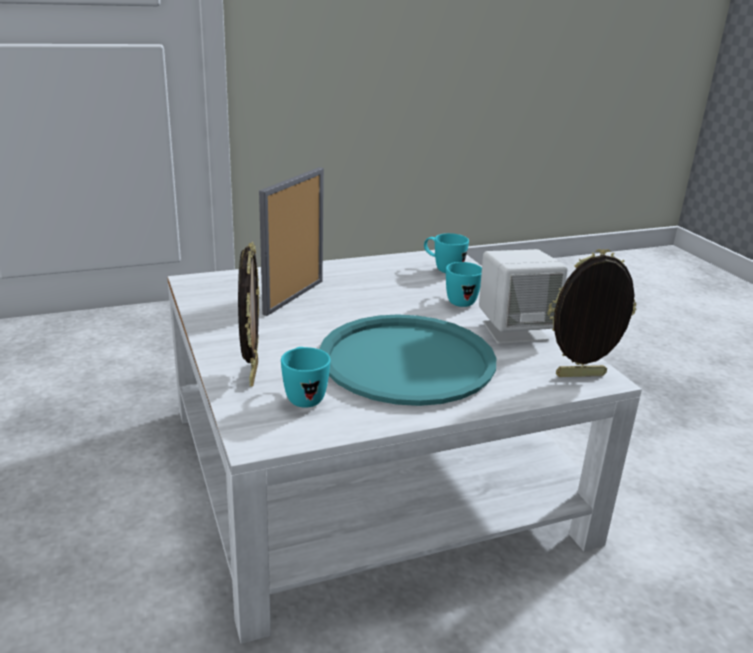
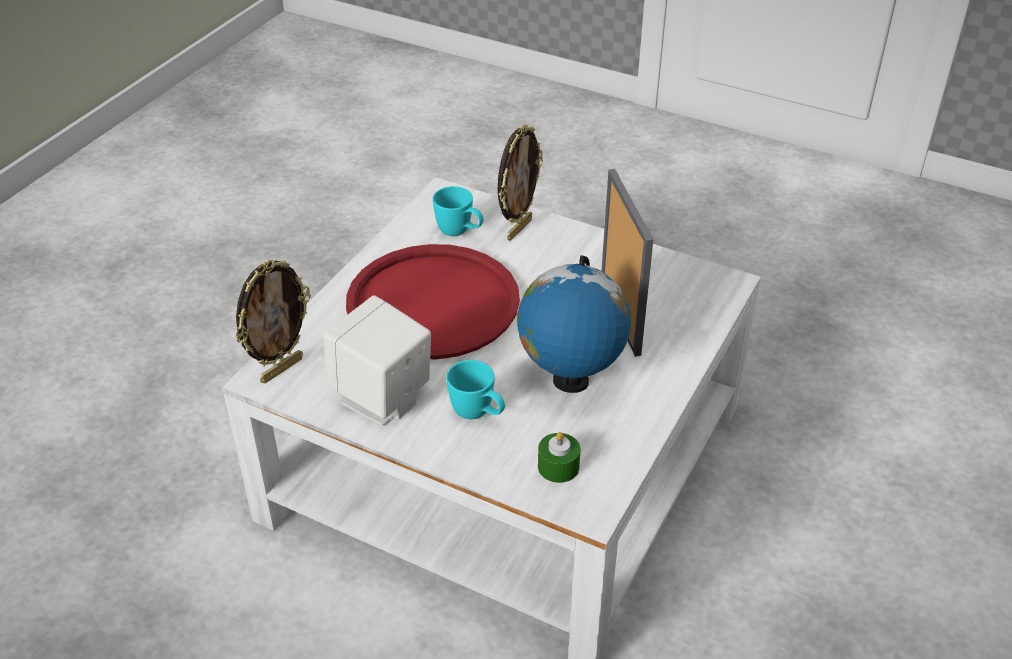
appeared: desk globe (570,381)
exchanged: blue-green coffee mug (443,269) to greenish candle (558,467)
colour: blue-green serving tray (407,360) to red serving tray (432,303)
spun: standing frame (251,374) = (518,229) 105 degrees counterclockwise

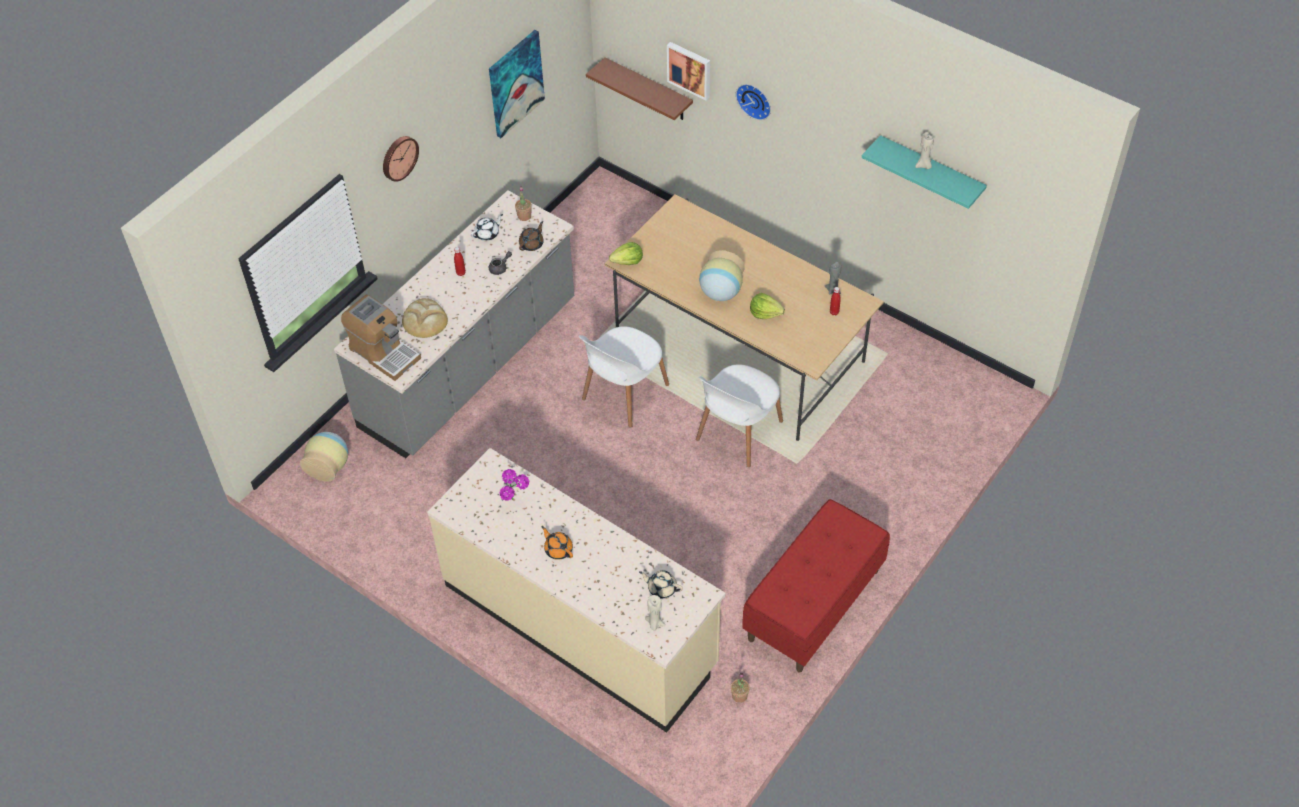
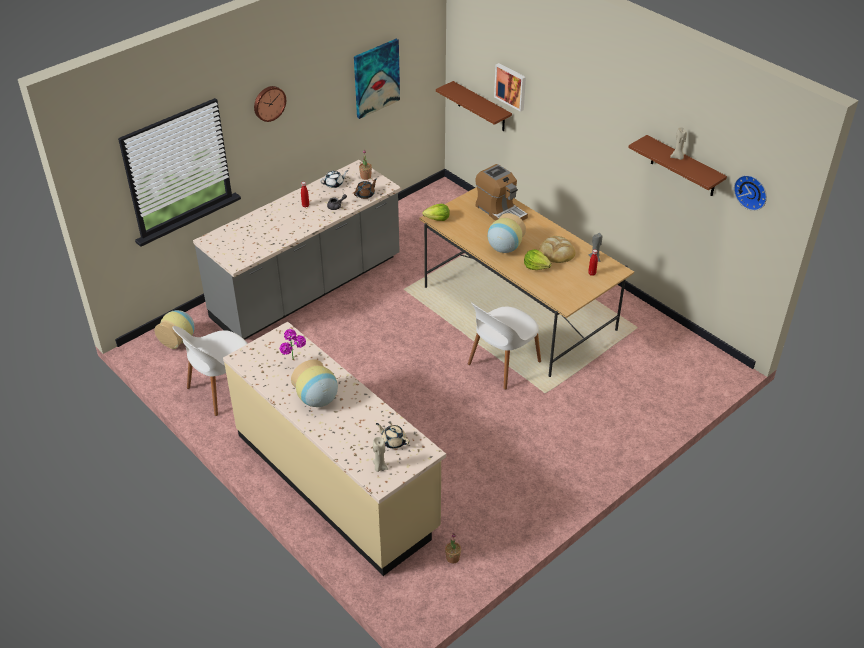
missing: red long seat (814,605)
relocated: coffee machine (384,353) to (500,211); bread (425,320) to (557,252); white-coloured upright chair (624,394) to (222,389); clock on the wall (755,100) to (752,191)
exchanged: orange teapot (558,549) to flower vase (317,400)
colour: blue-green shelf (930,172) to brown-coloured shelf (683,167)

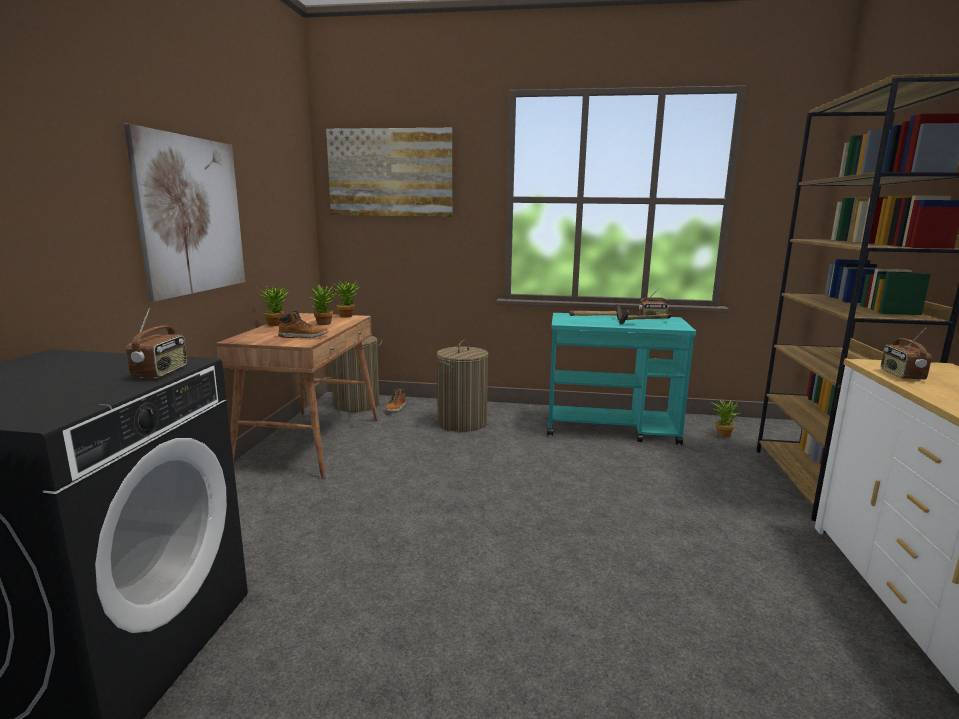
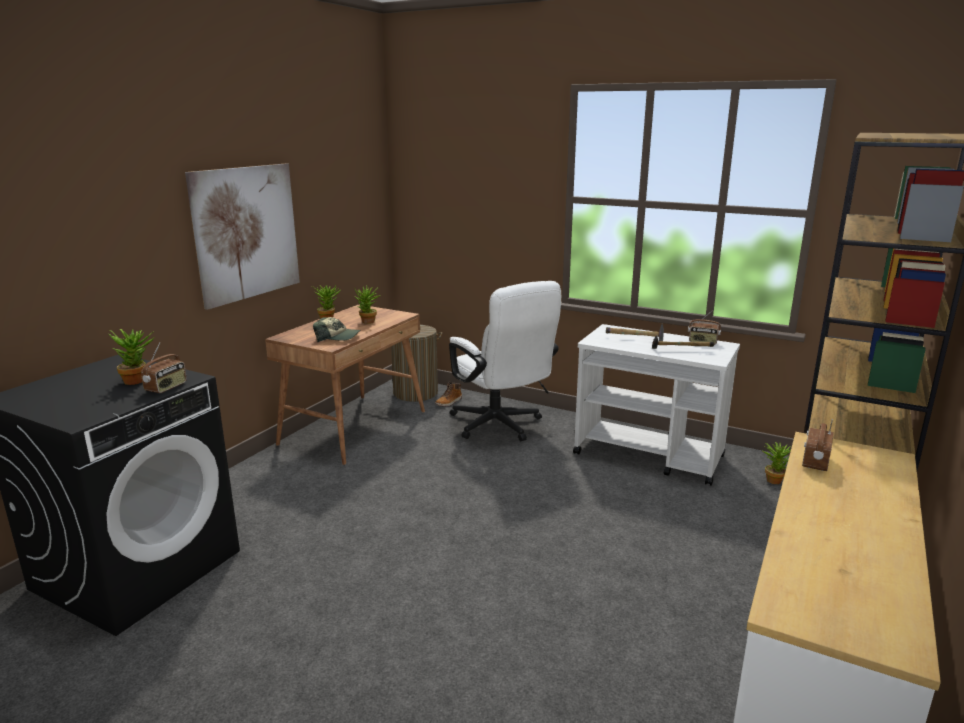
missing: picture (390,173)
relocated: potted plant (347,316) to (138,380)
exchanged: high-top boot (303,336) to cap (337,337); washing basket (462,422) to white-coloured computer chair (500,426)
colour: blue-green cart (612,429) to white-coloured cart (649,455)

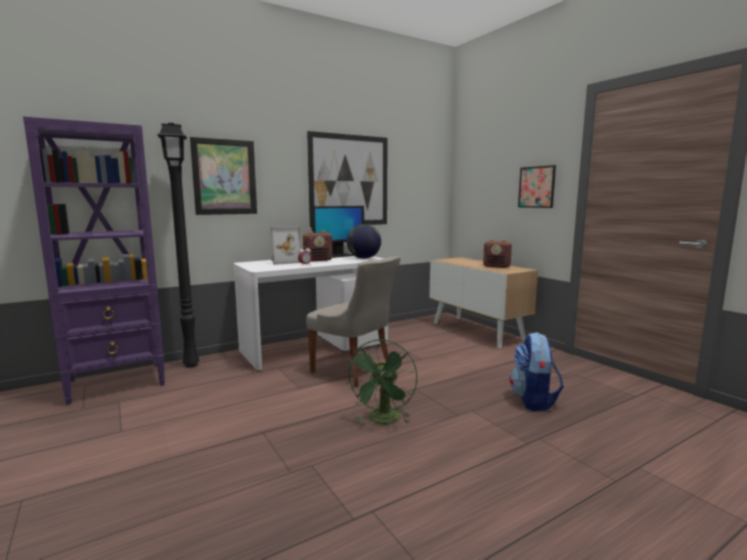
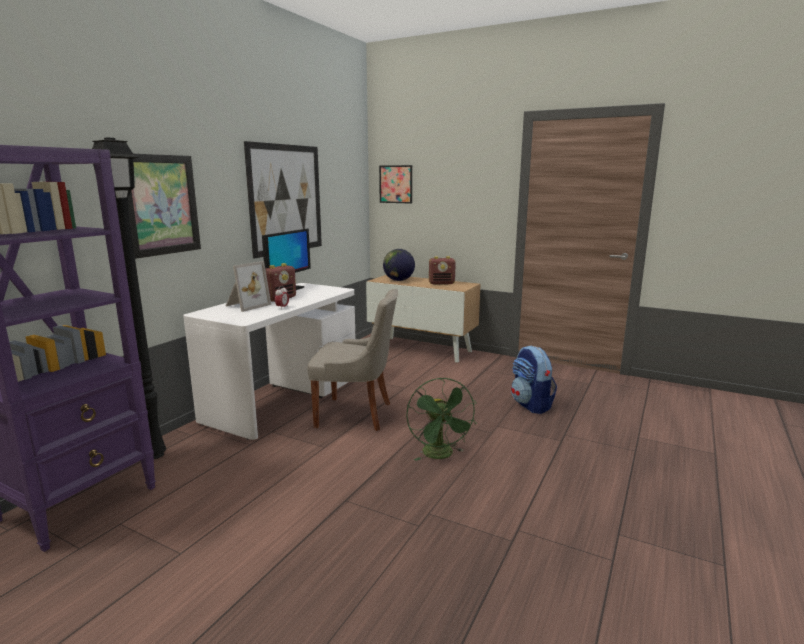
relocated: desk globe (363,258) to (398,280); picture (536,187) to (396,184)

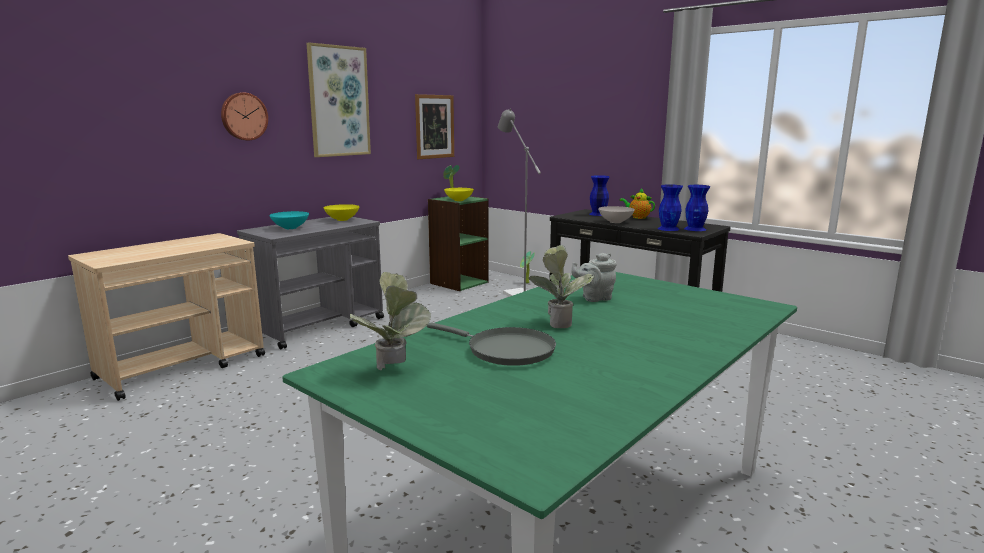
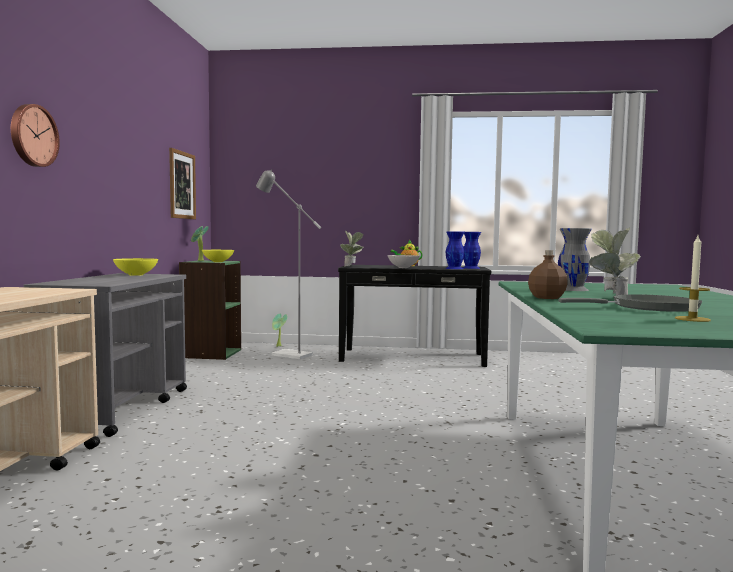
missing: blue-green deep dish (291,228); picture (339,101); blue-coloured flower vase (598,214)
appeared: brown-coloured bottle (546,297); candle (692,319)
relocated: potted plant (395,370) to (352,266)
exchanged: greyish teapot (594,298) to greyish flower vase (573,289)

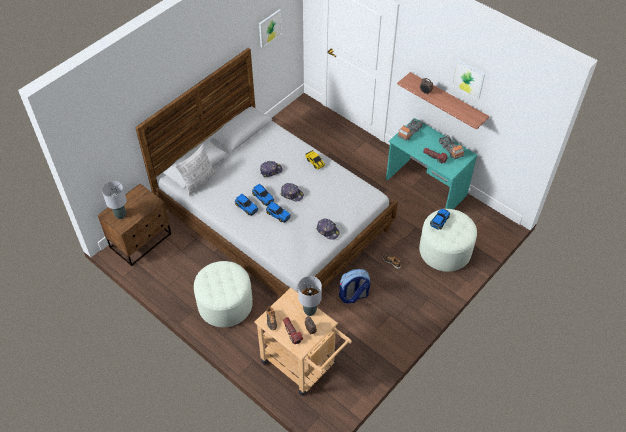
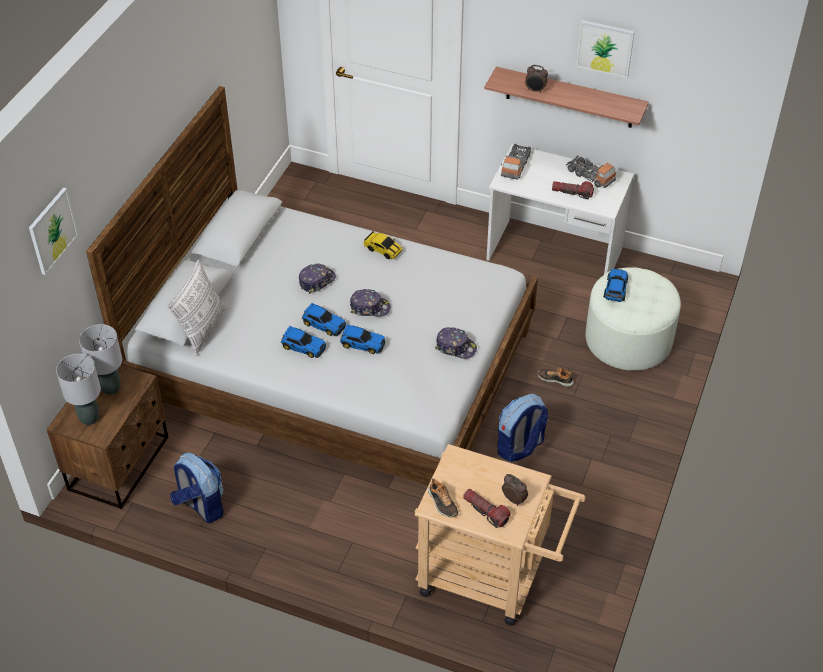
missing: white-coloured footrest (225,304)
appeared: backpack (200,506)
relocated: picture (270,28) to (52,230); greyish table lamp (310,311) to (111,388)
colour: blue-green desk (425,188) to white-coloured desk (554,256)

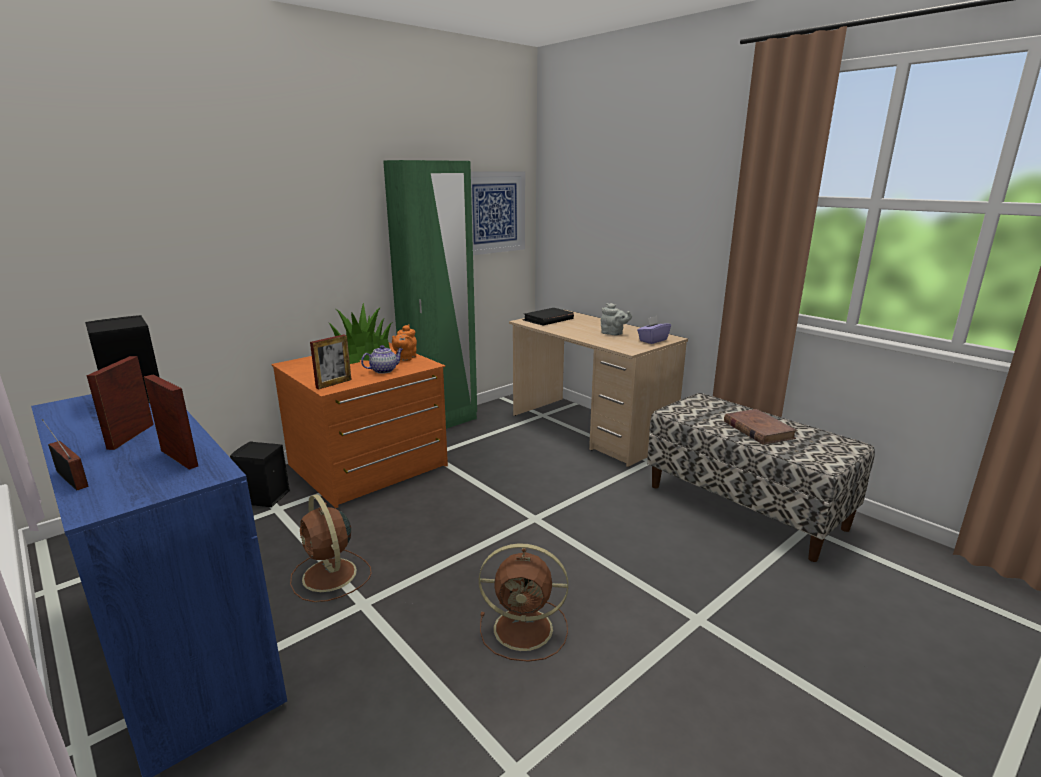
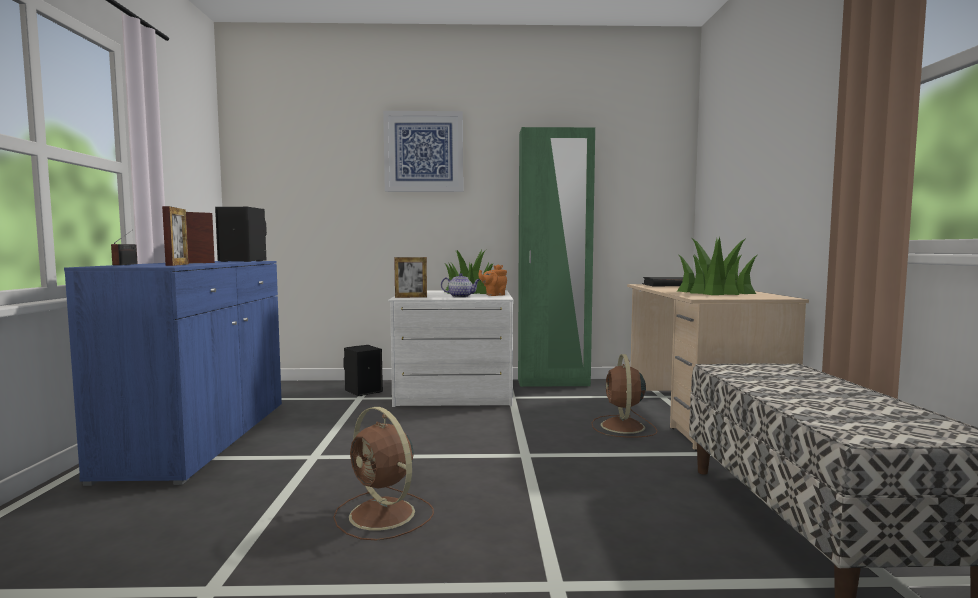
missing: purple-coloured box of tissues (652,340); brown-coloured bound book (758,430)
relocated: brown-coloured cooling fan (330,576) to (623,427); picture (493,212) to (423,152)
exchanged: greyish teapot (613,334) to potted plant (716,292)
colour: orange drawer chest (369,466) to white-coloured drawer chest (454,392)

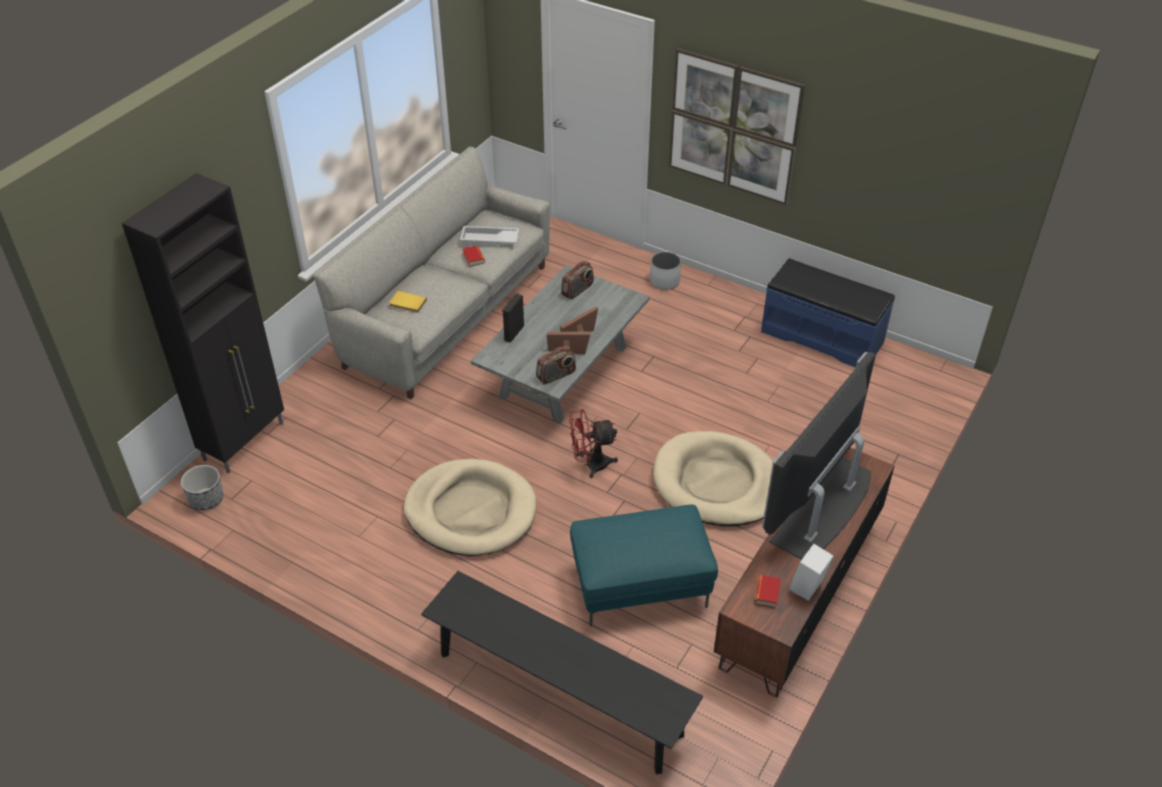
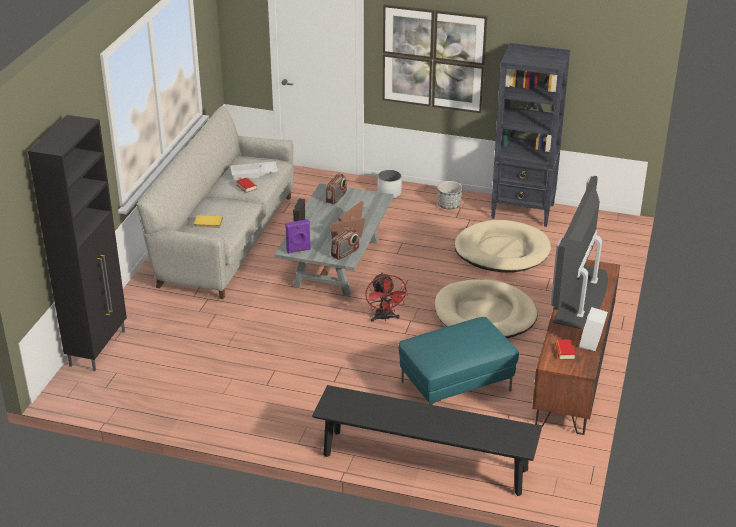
appeared: purple-coloured loudspeaker (298,250)
relocated: flower pot (207,499) to (449,205); sand-coloured dog cushion (471,511) to (502,251)
exchanged: blue-coloured long seat (822,336) to blackish bookcase (523,212)
spun: red cooling fan (590,464) = (384,318) 75 degrees counterclockwise

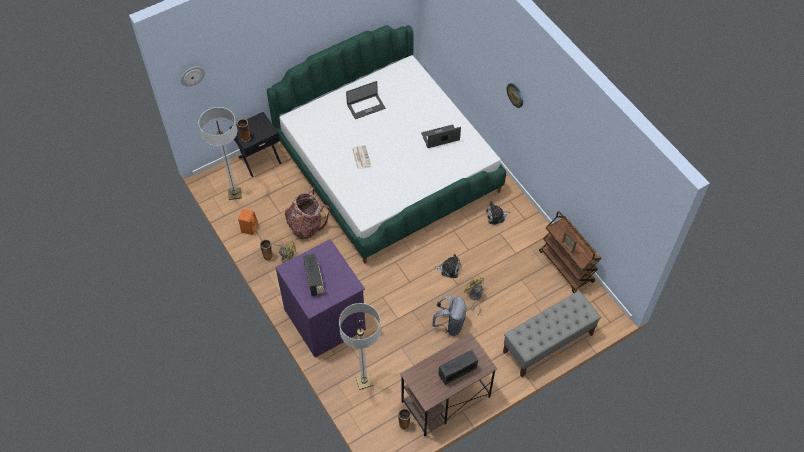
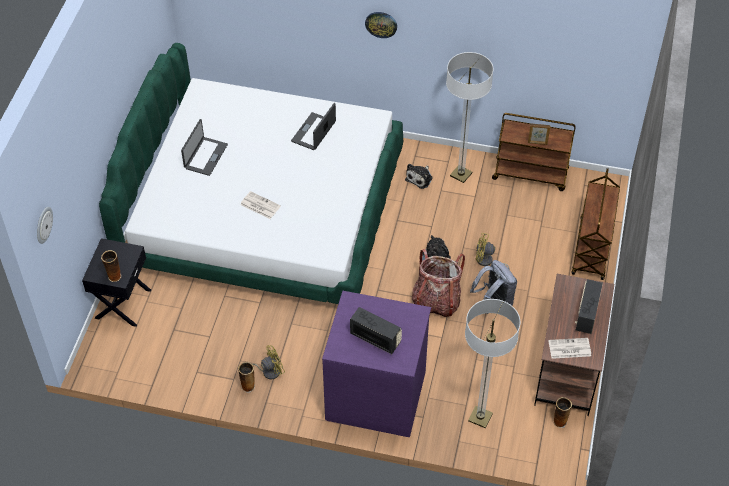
missing: orange loudspeaker (249,227)
appeared: newspaper (569,349)
relocated: standard lamp (234,194) to (461,174); backpack (306,225) to (436,301)
exchanged: greyish long seat (547,343) to brown-coloured cart (592,250)

